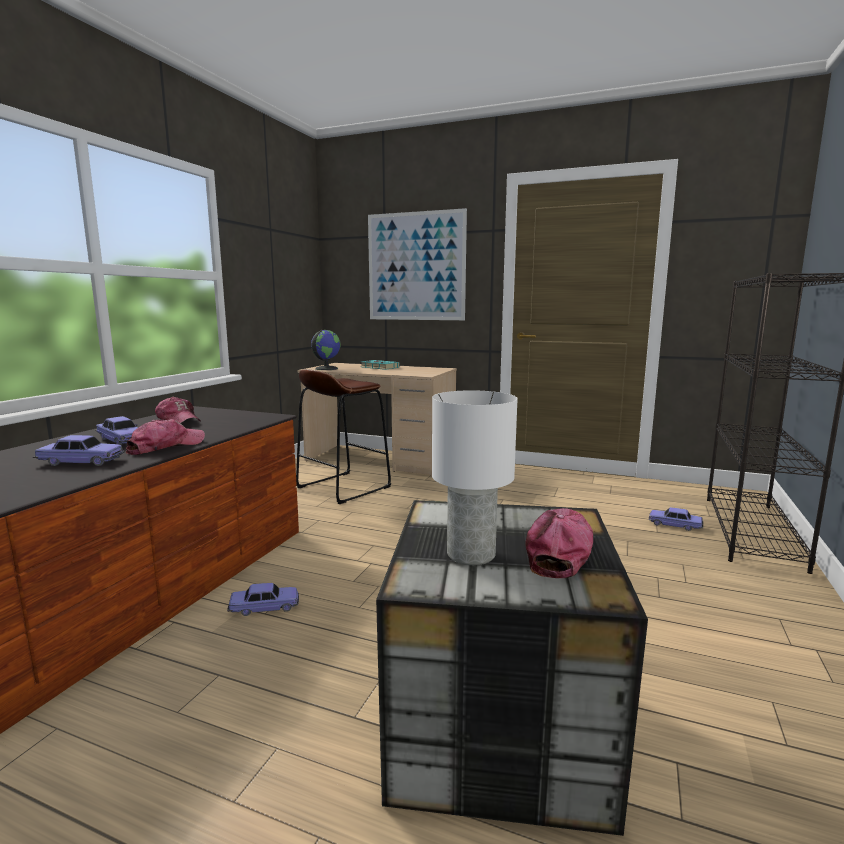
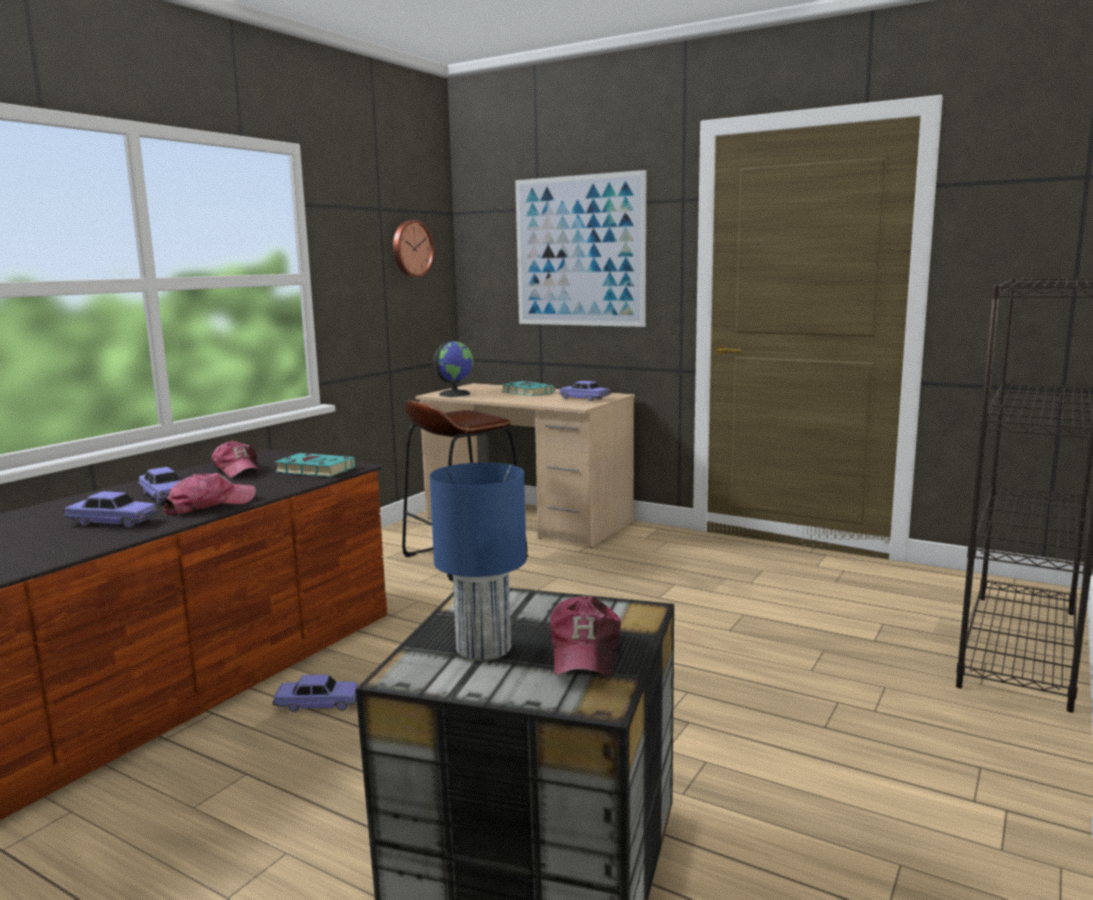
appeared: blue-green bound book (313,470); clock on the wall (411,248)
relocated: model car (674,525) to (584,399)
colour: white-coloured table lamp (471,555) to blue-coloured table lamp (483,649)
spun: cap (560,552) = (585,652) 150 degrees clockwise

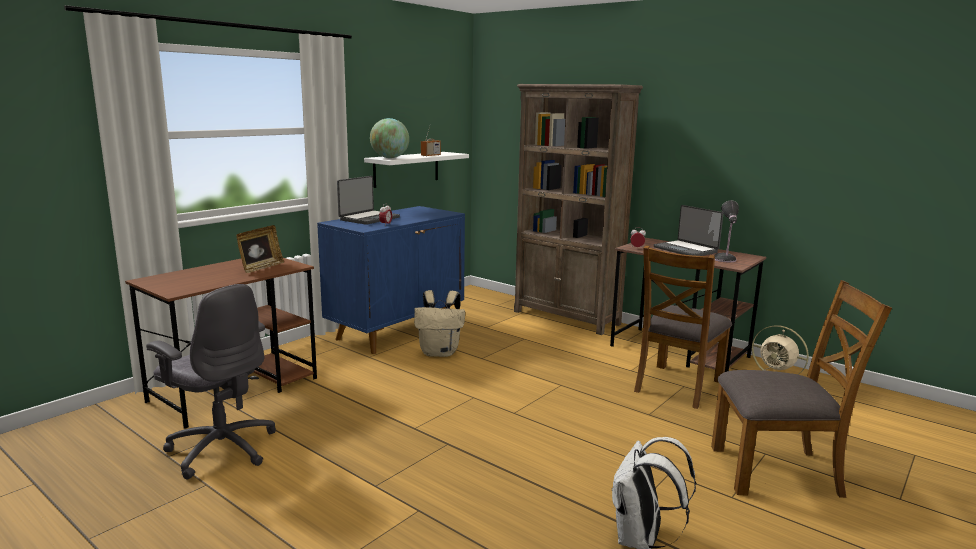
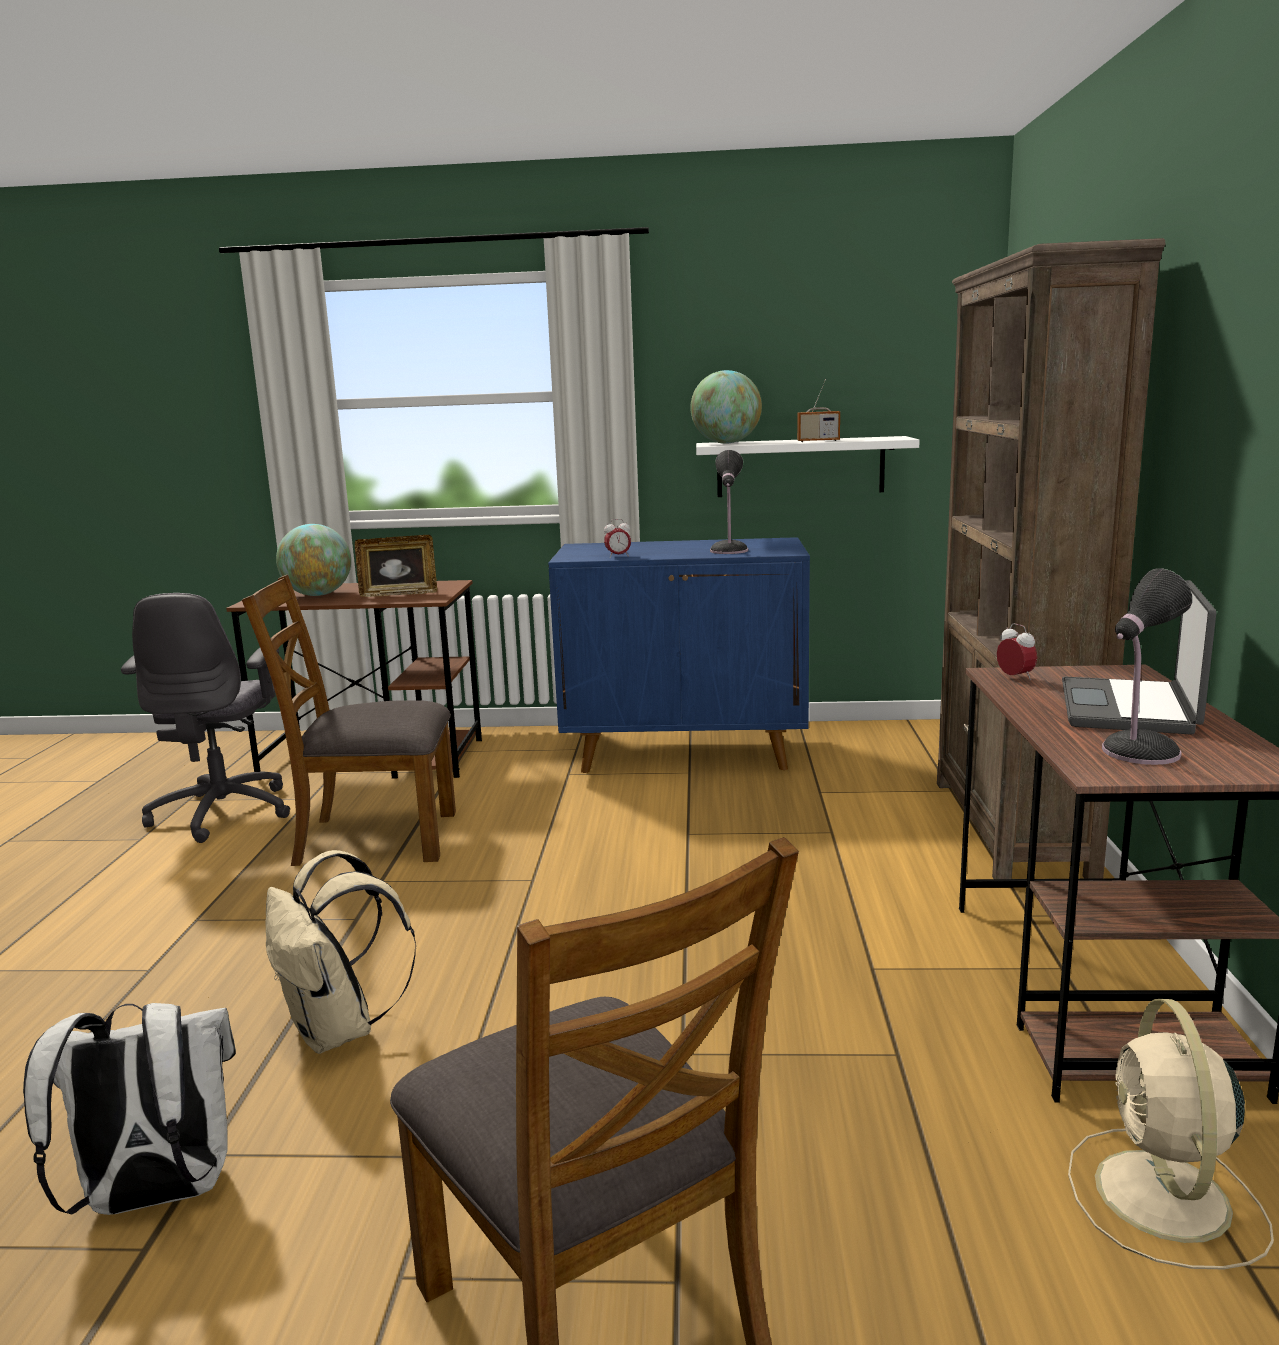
missing: notebook computer (369,218)
appeared: desk globe (318,595); table lamp (728,551)
relocated: sand-coloured backpack (440,352) to (339,1030); brown-coloured upright chair (677,386) to (374,838)

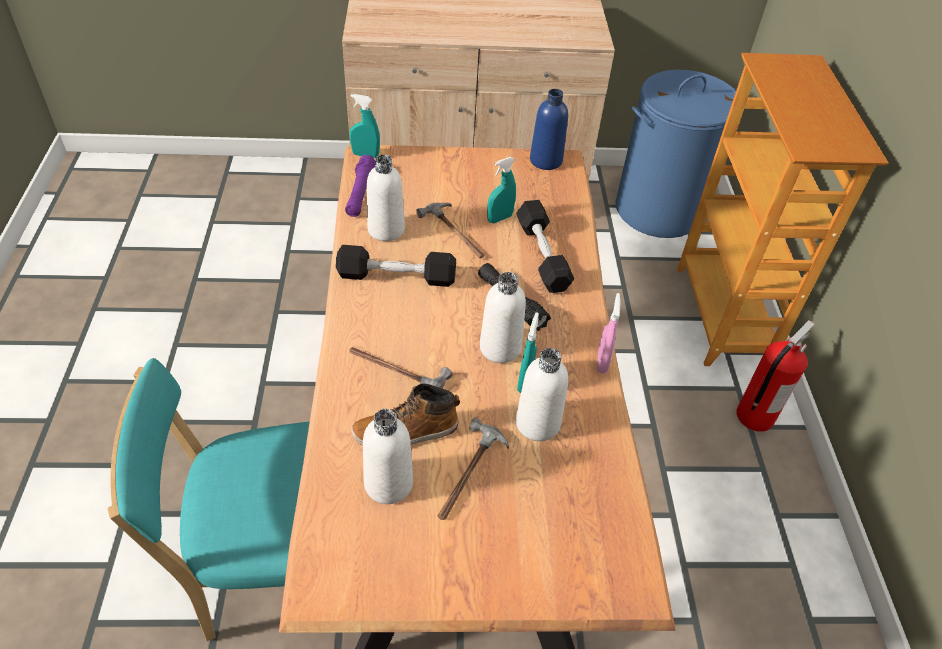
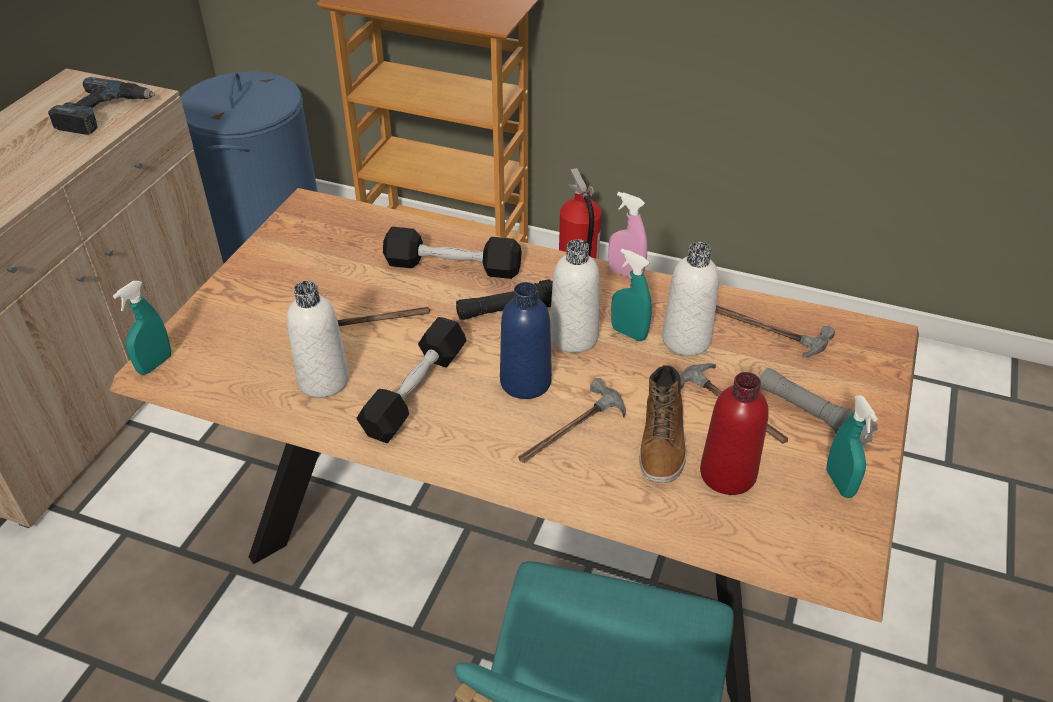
missing: purple-coloured hand torch (360,193)
appeared: drill (103,113); hammer (767,331); greyish hand torch (812,415)
relocated: blue-green sprayer (499,218) to (839,483); blue-coloured bottle (546,160) to (525,382)
colour: white-coloured bottle (388,483) to red bottle (727,474)

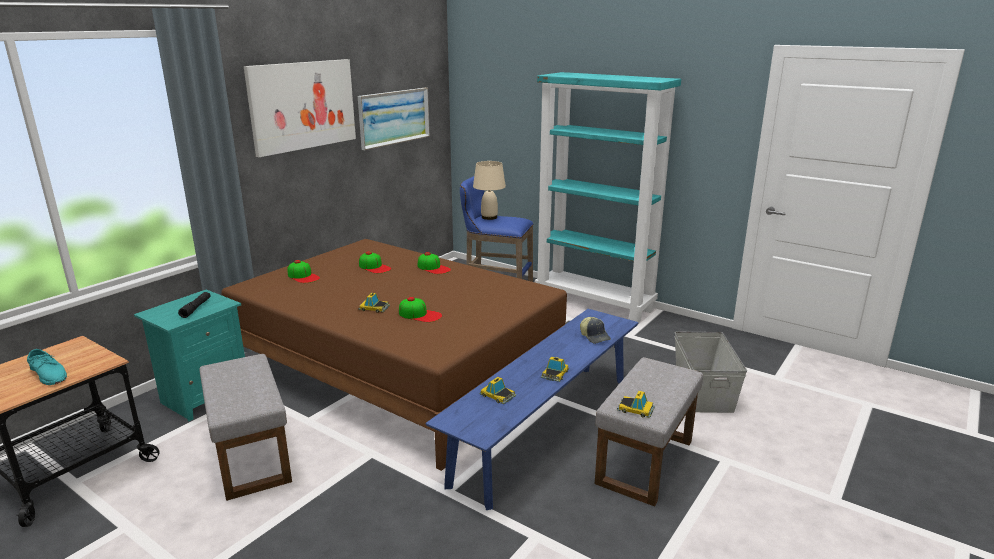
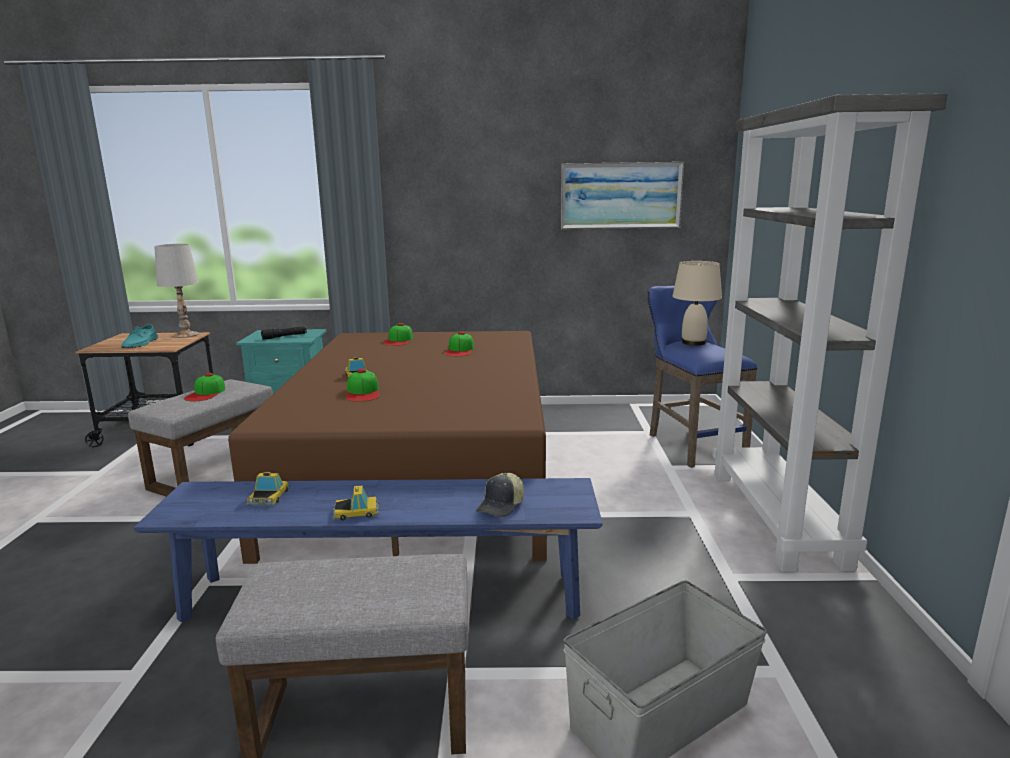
missing: picture (303,105); model car (635,409)
appeared: white-coloured table lamp (186,335)
relocated: cap (433,268) to (206,393)
colour: blue-green bookcase (595,303) to greyish bookcase (778,517)

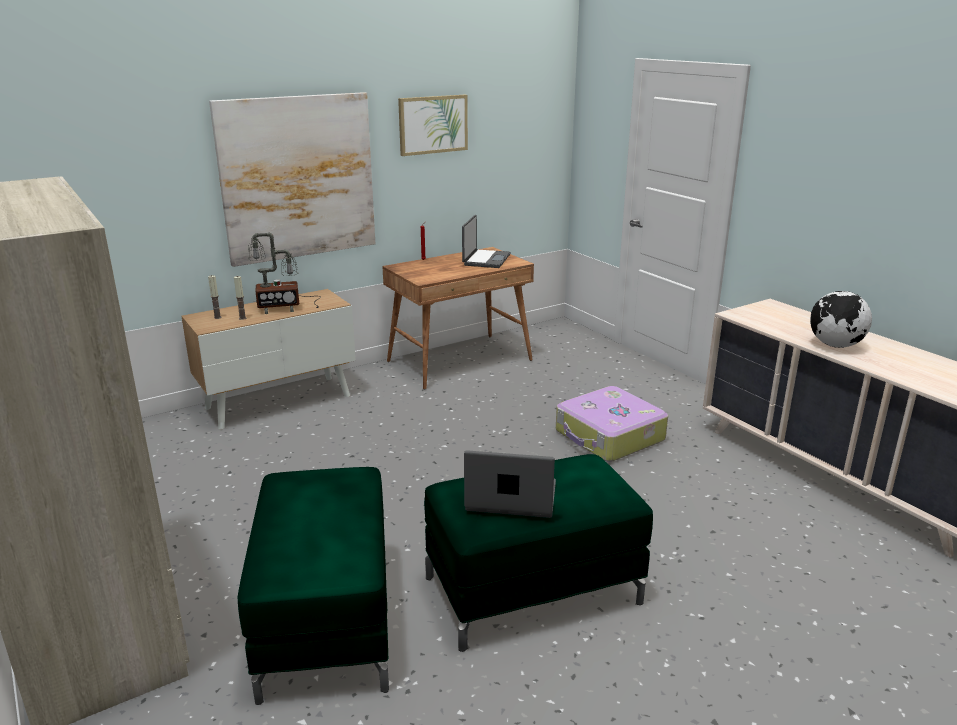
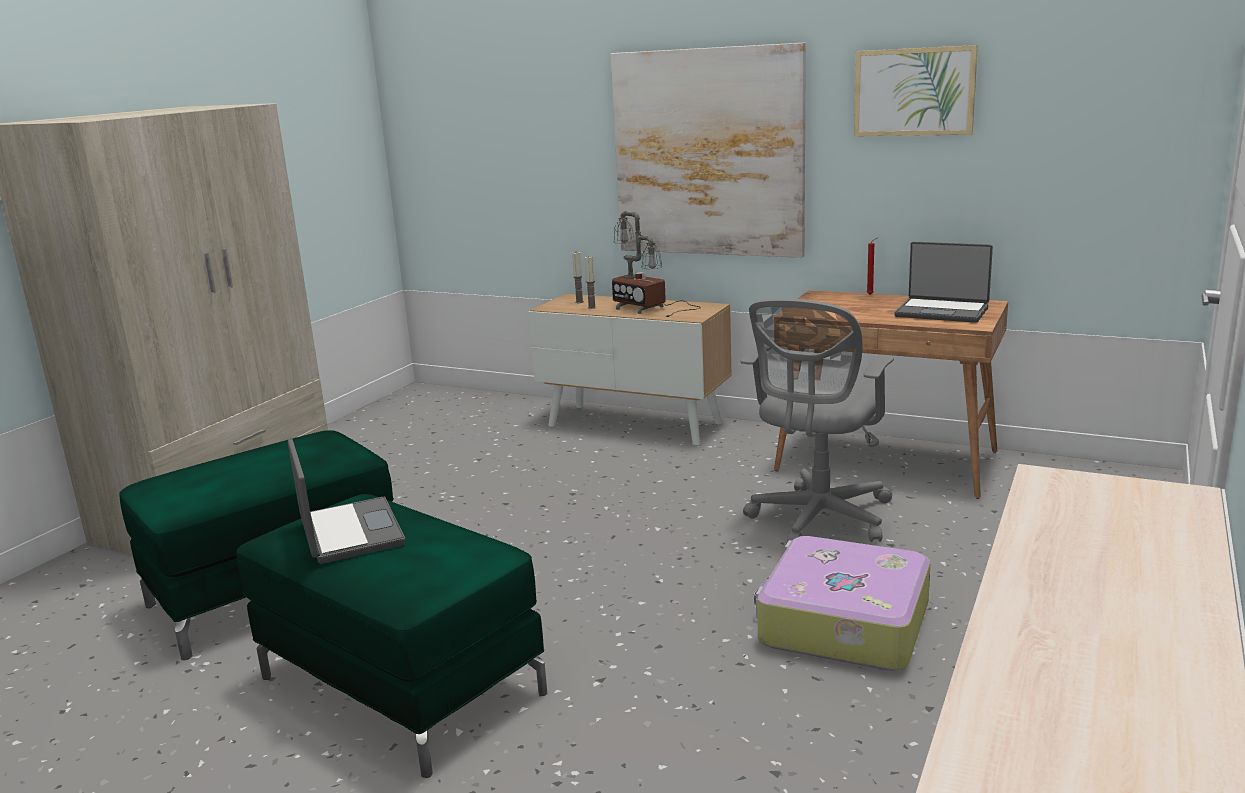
missing: desk globe (835,345)
appeared: greyish computer chair (818,520)
spun: notebook computer (485,260) = (942,312) 45 degrees clockwise

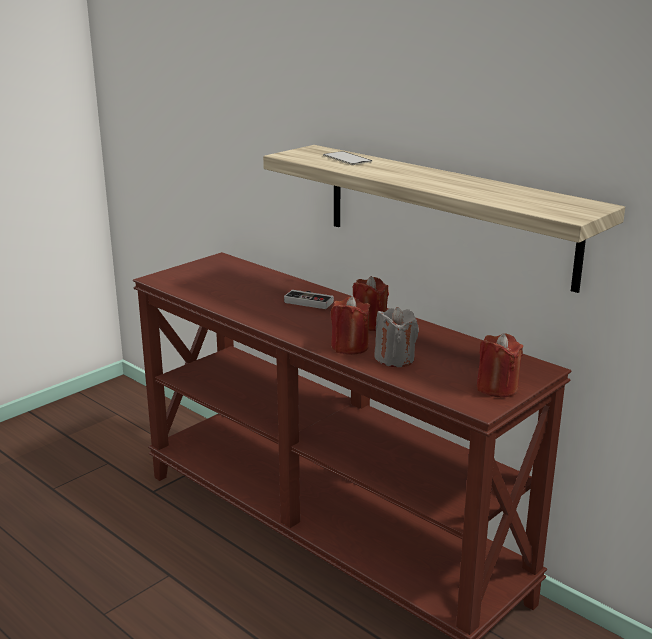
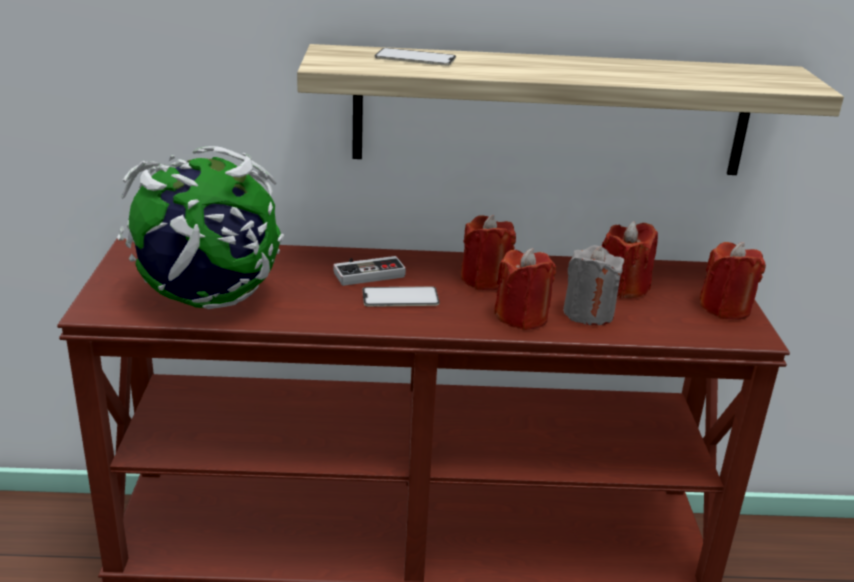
appeared: desk globe (208,299); phone (400,297); red candle (623,287)

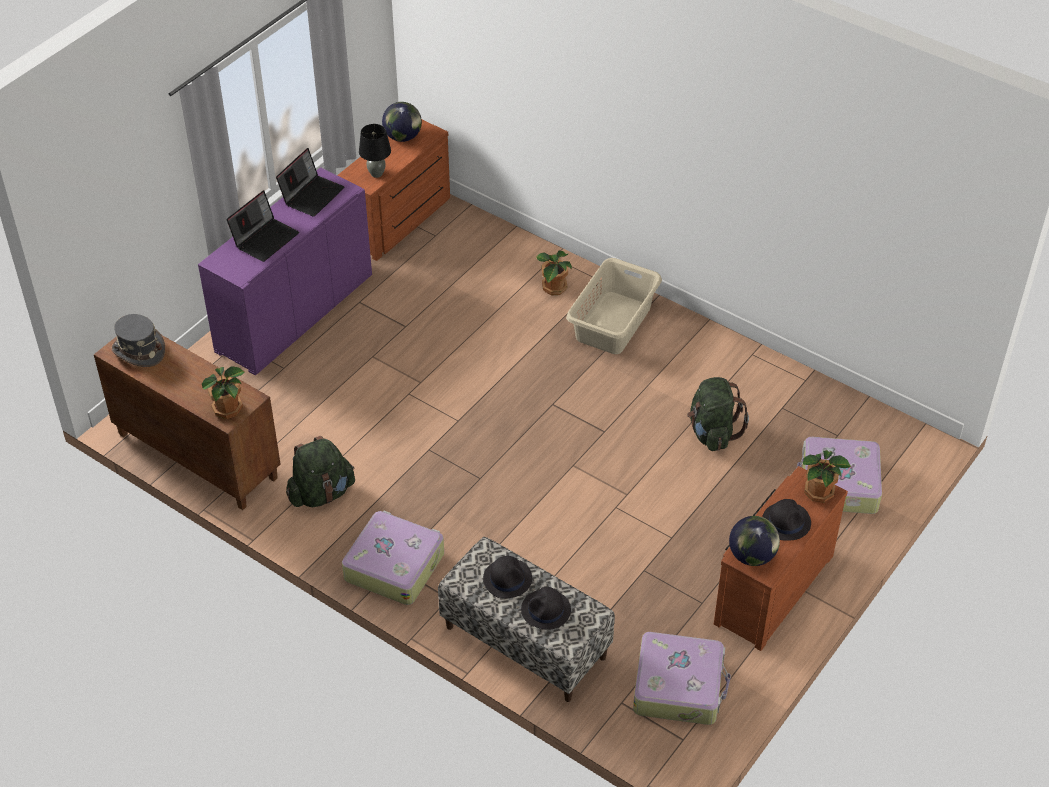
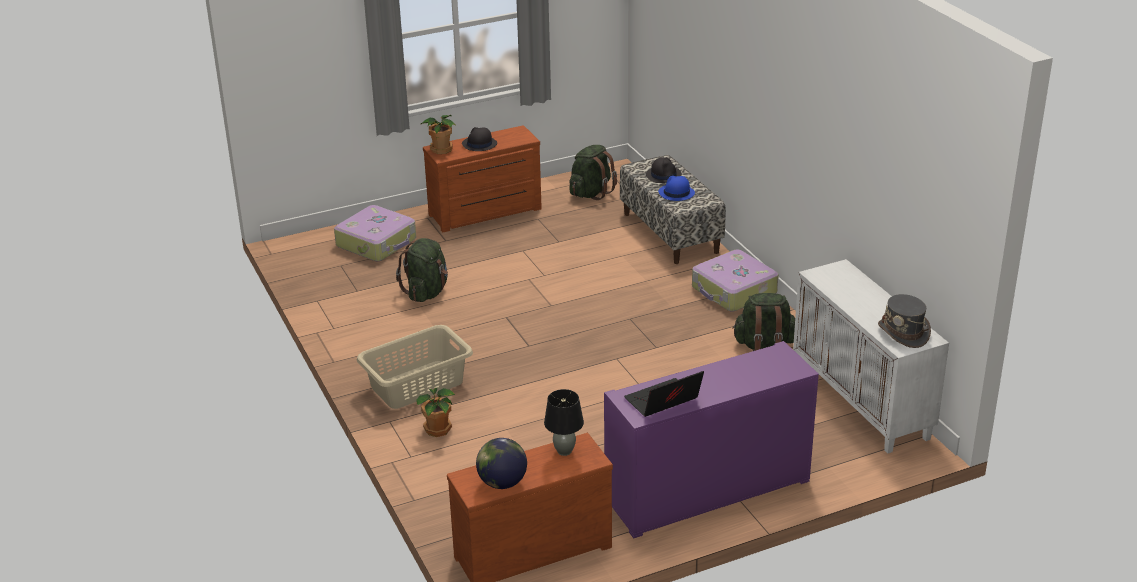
missing: potted plant (229,409); notebook computer (265,238); desk globe (752,556)
exchanged: suitcase (679,686) to greenish backpack (591,193)
colour: brown-coloured cabinet (196,456) to white-coloured cabinet (862,402); blackish clothing hat (507,578) to blue-coloured clothing hat (676,193)

